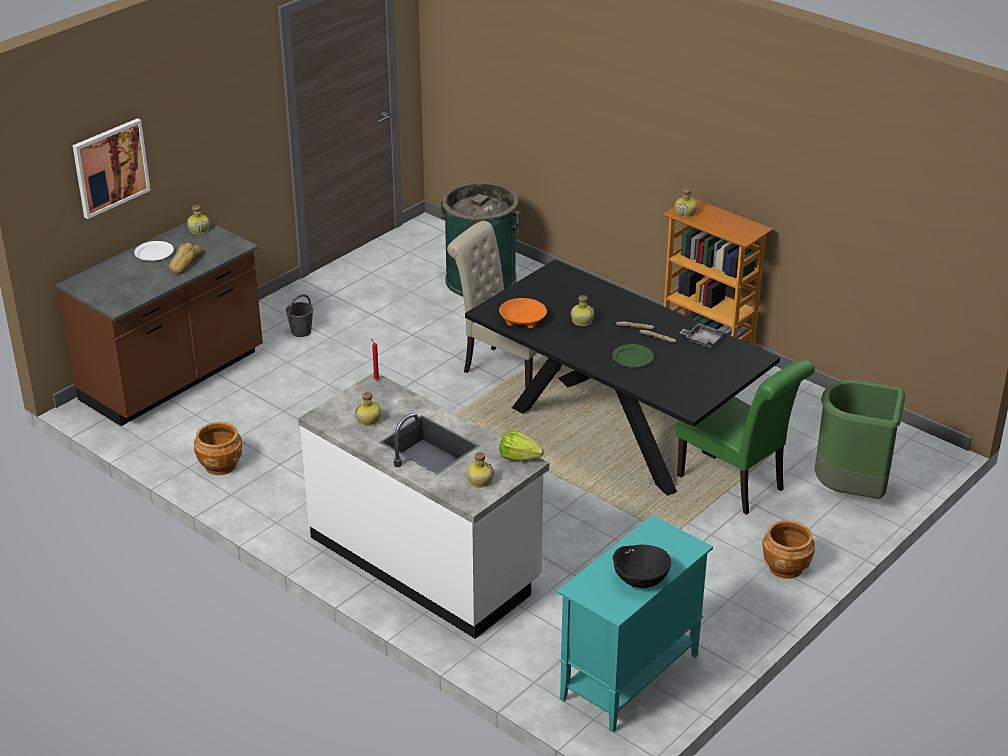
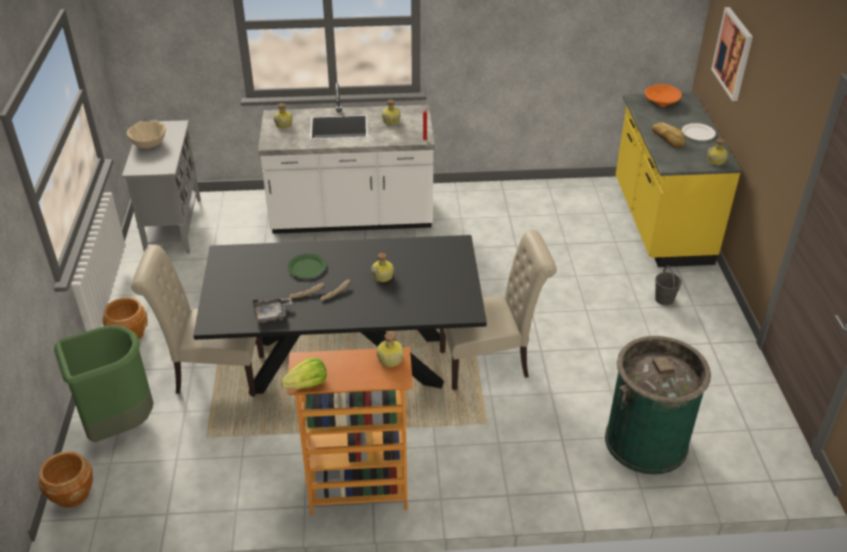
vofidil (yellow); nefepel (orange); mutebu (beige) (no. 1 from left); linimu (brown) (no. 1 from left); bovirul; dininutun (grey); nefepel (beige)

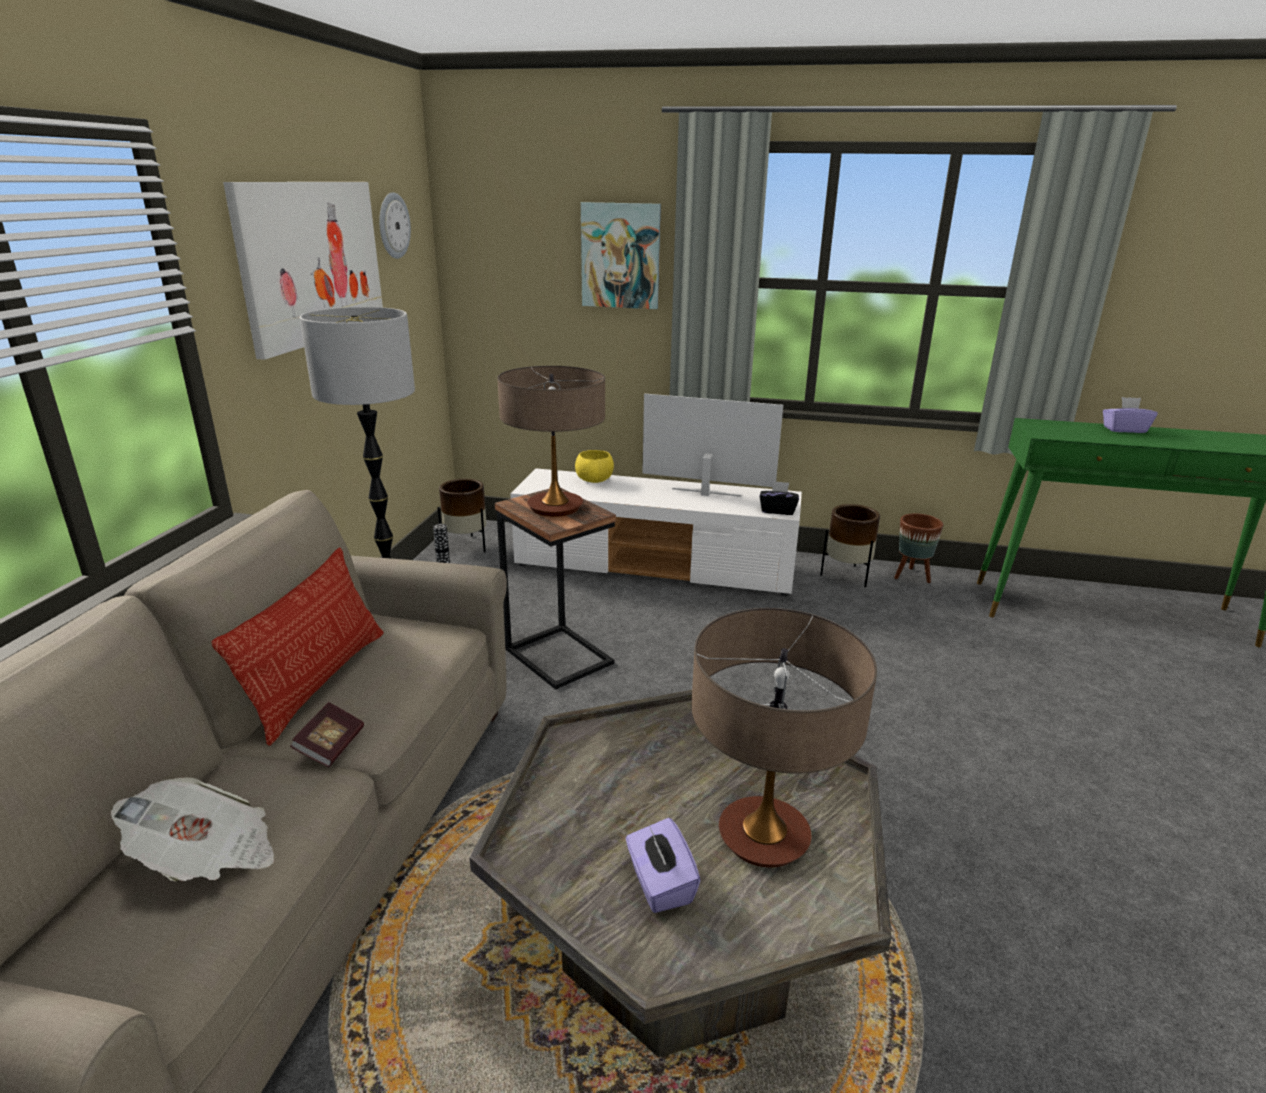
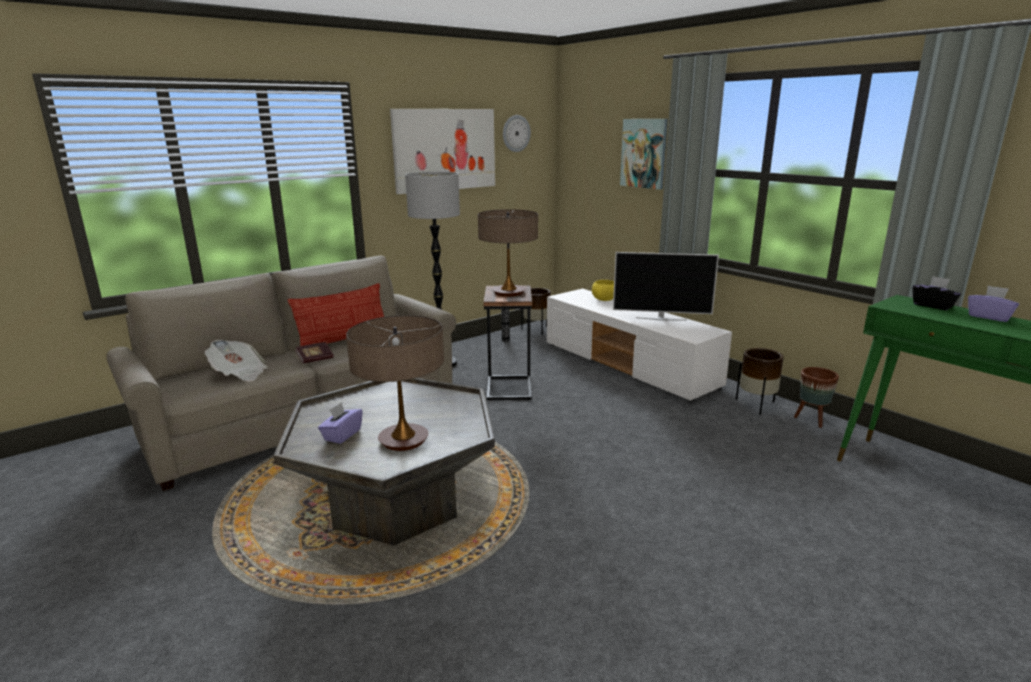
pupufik; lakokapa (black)

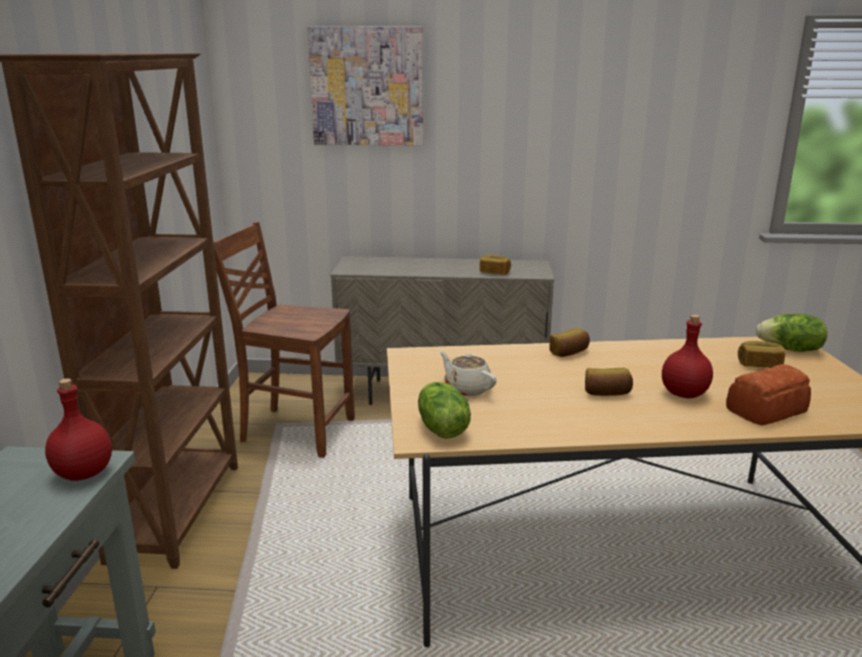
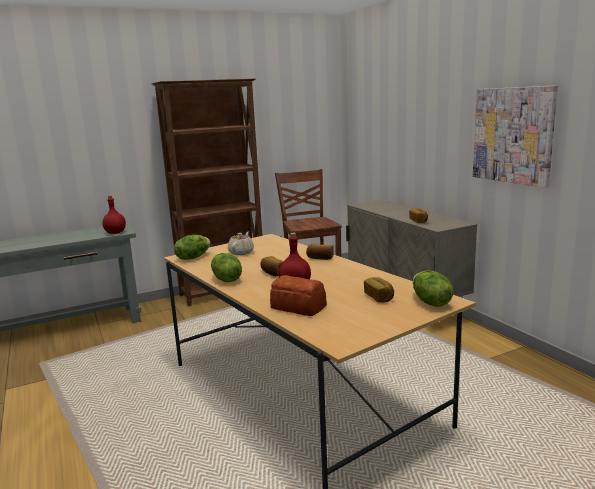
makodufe; bovirul (no. 2 from left)

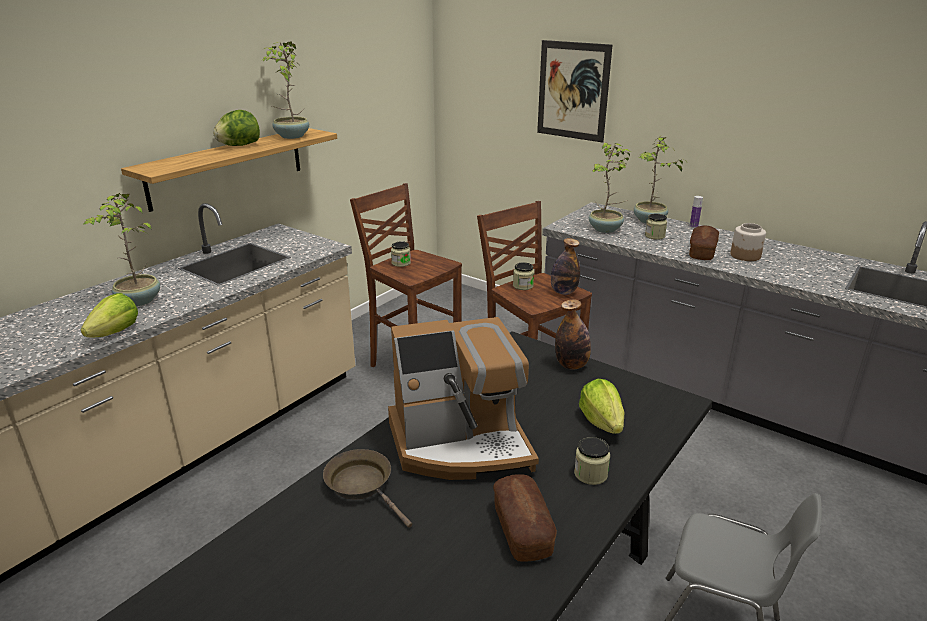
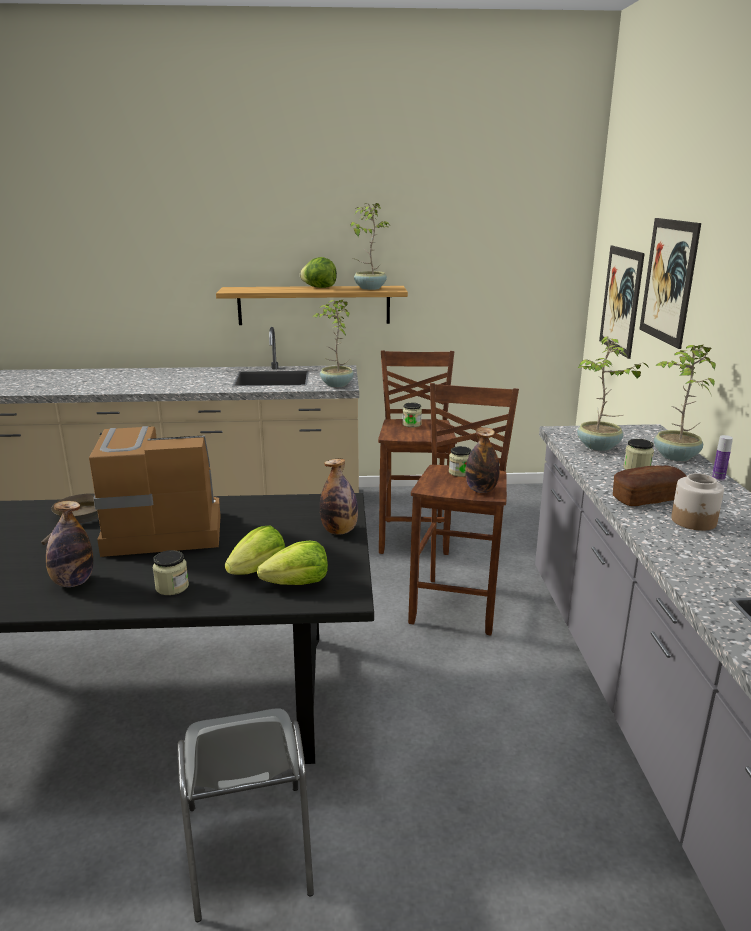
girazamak (no. 1 from left); bovirul (no. 2 from left); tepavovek; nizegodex (no. 1 from left); makodufe (no. 1 from left)

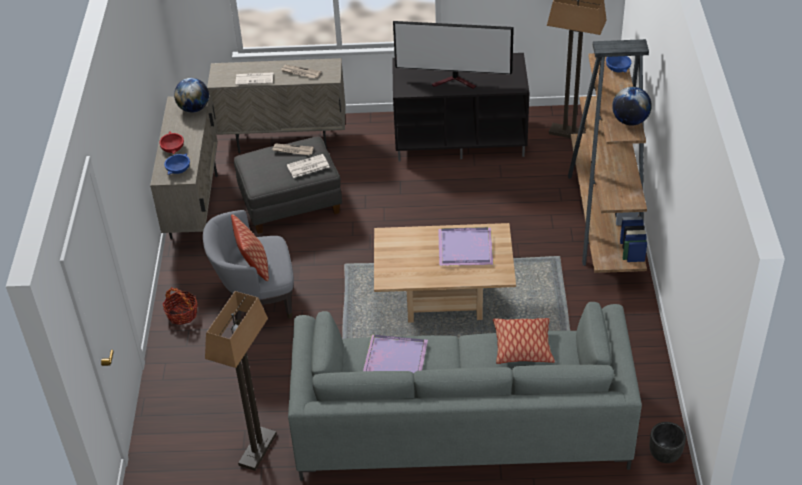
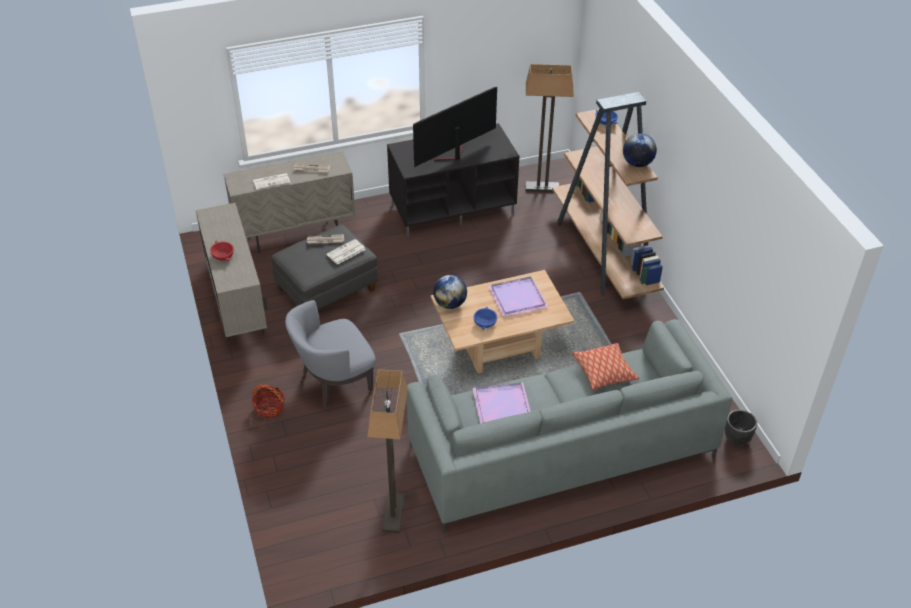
pupufik; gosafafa (no. 1 from left); nefepel (blue) (no. 1 from left); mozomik (no. 1 from left in the first image)

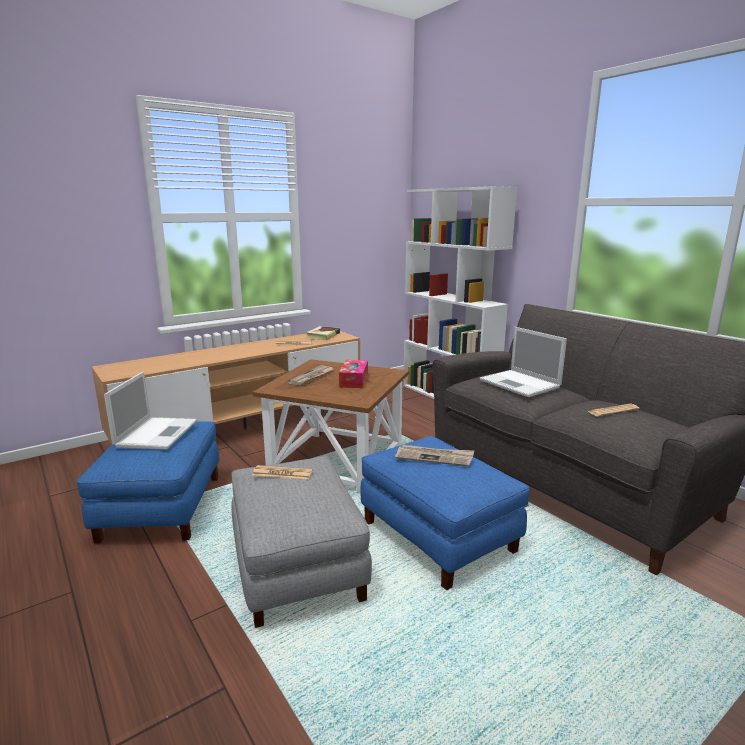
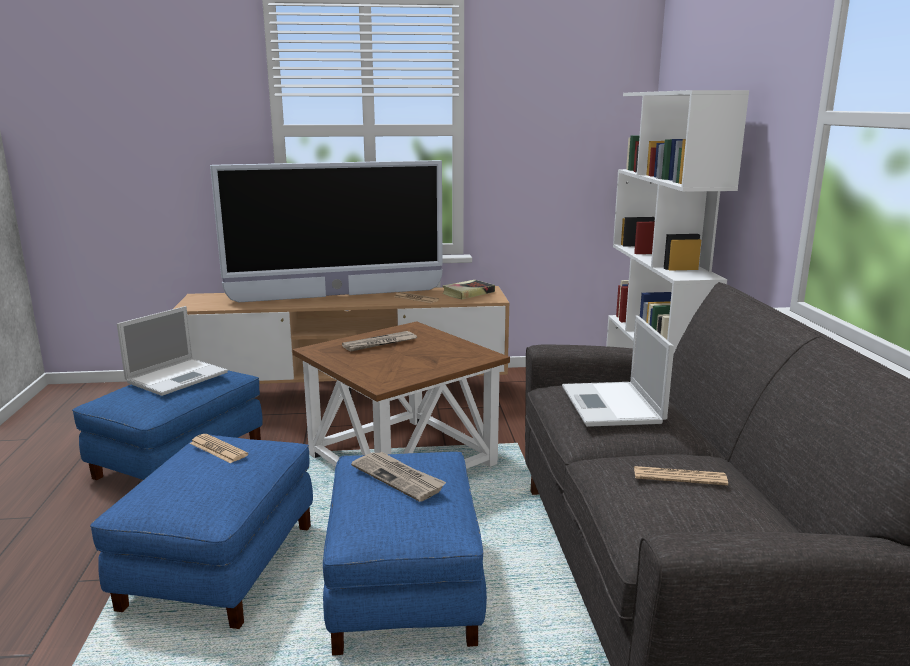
lakokapa; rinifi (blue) (no. 2 from left); pupufik

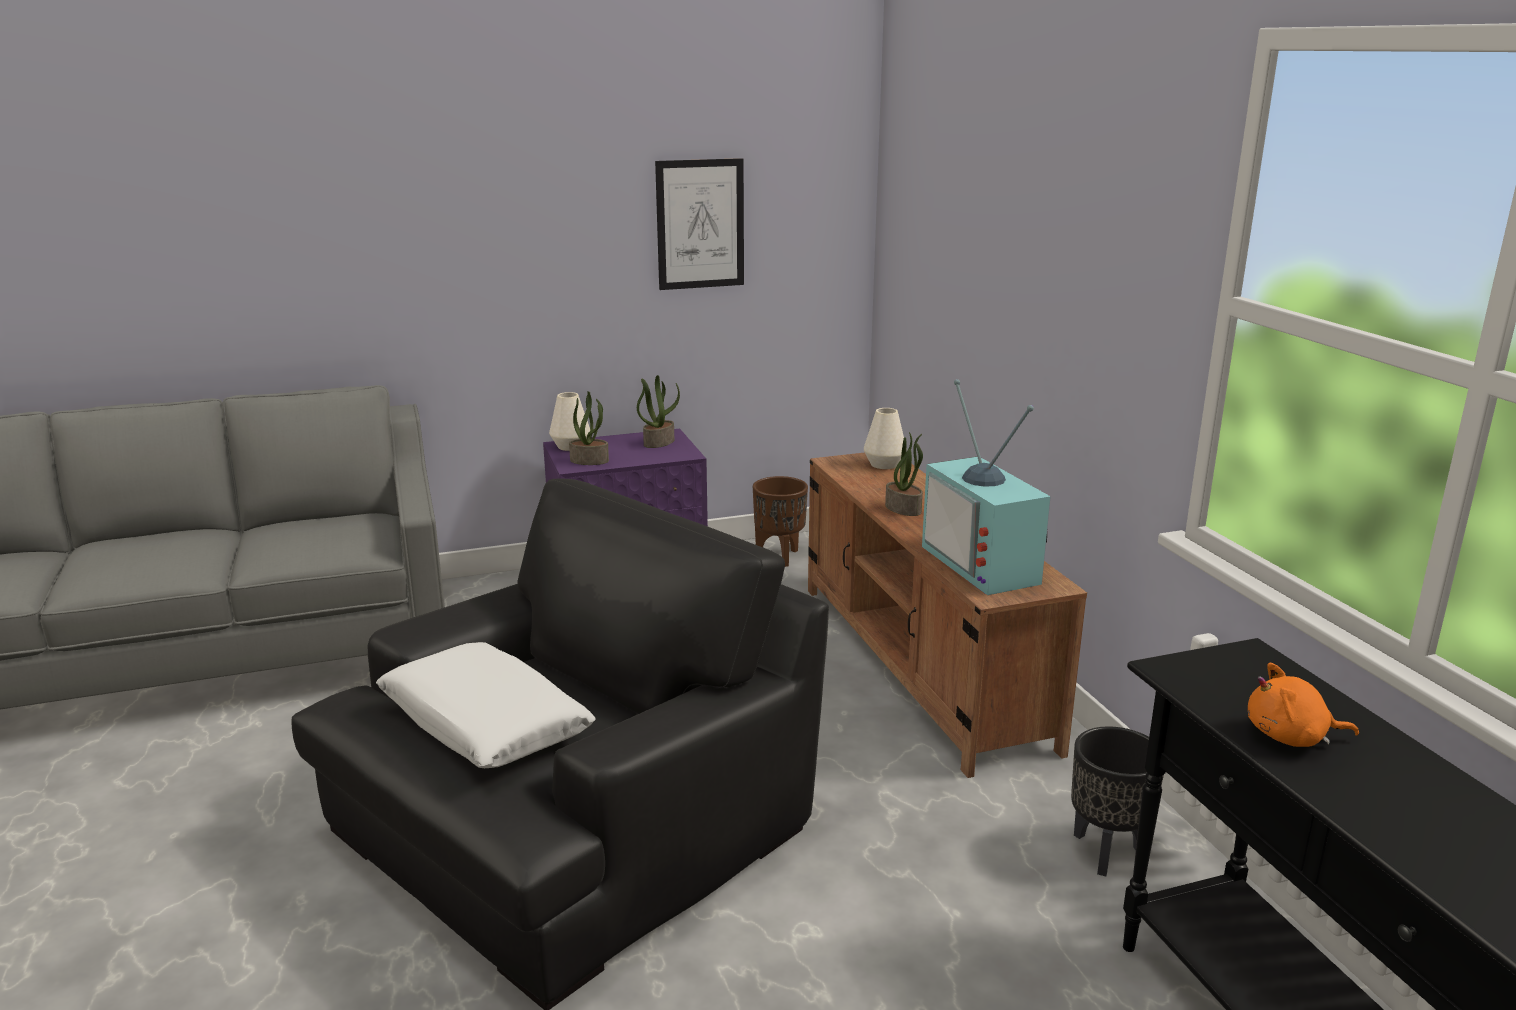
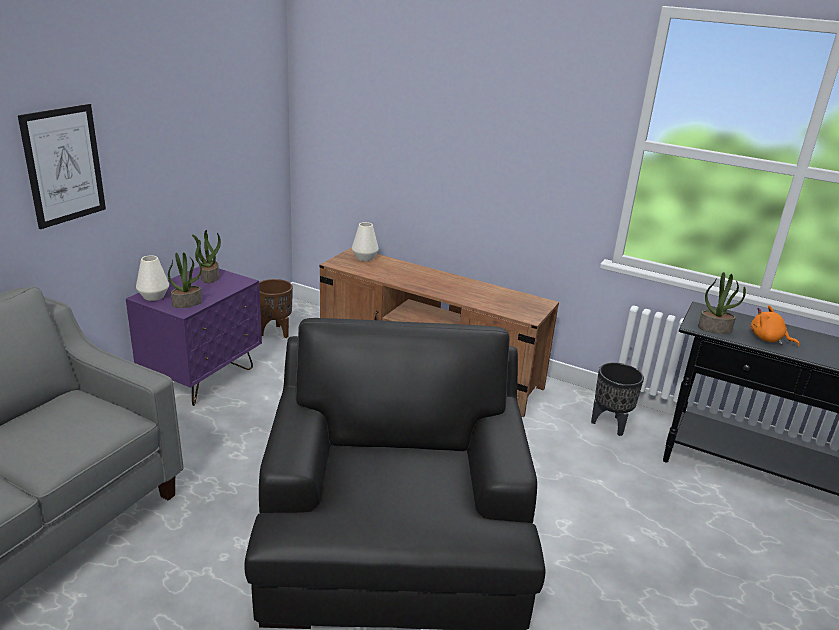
makodufe; pupufik; girazamak (no. 3 from left); mozomik (white); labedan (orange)

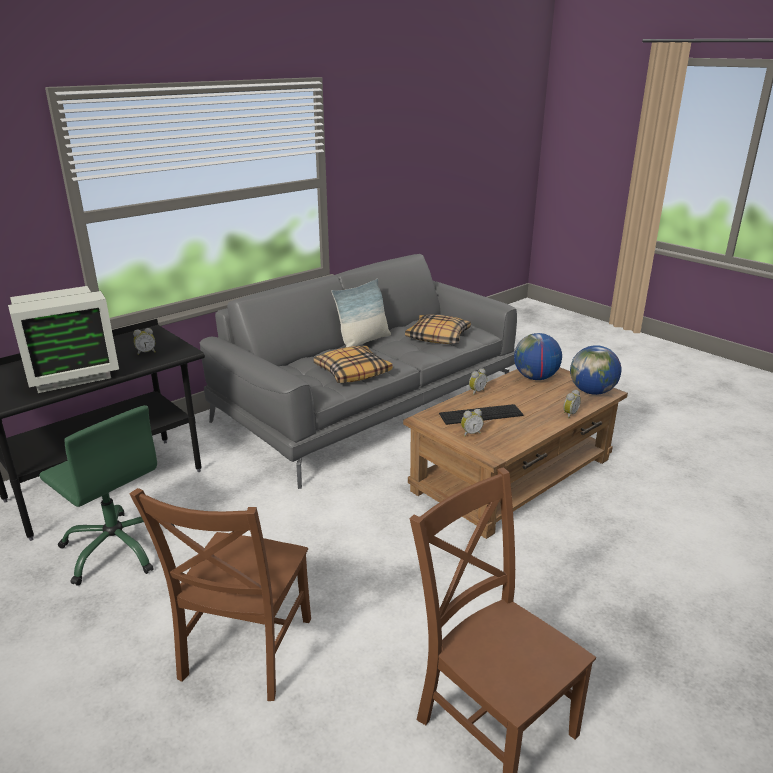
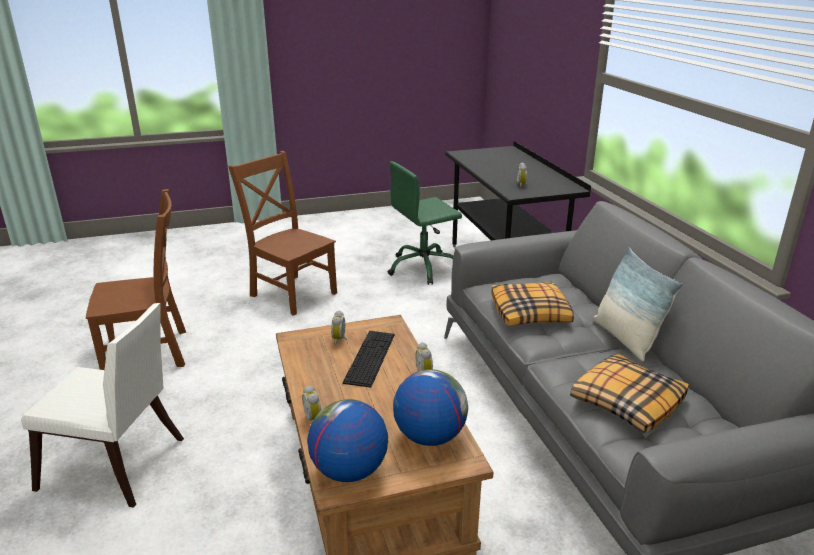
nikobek; mutebu (white)

